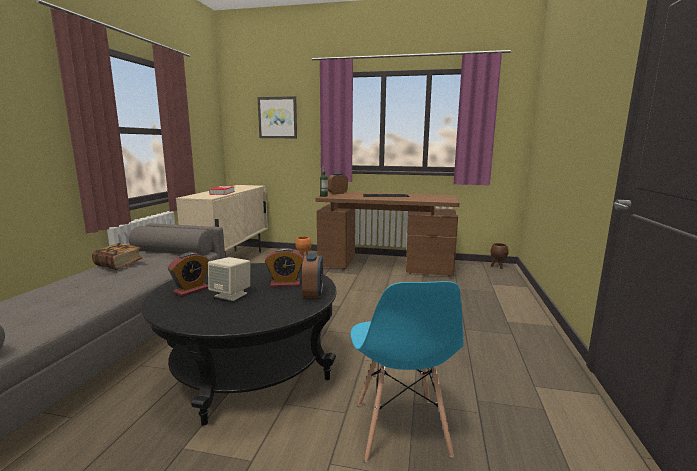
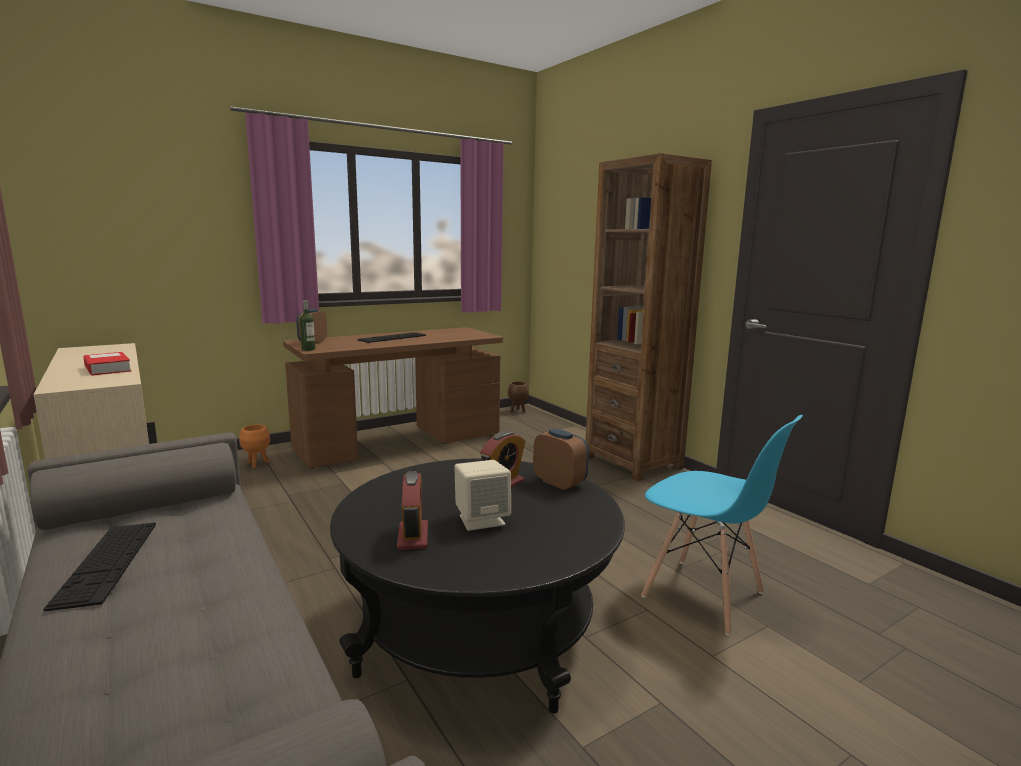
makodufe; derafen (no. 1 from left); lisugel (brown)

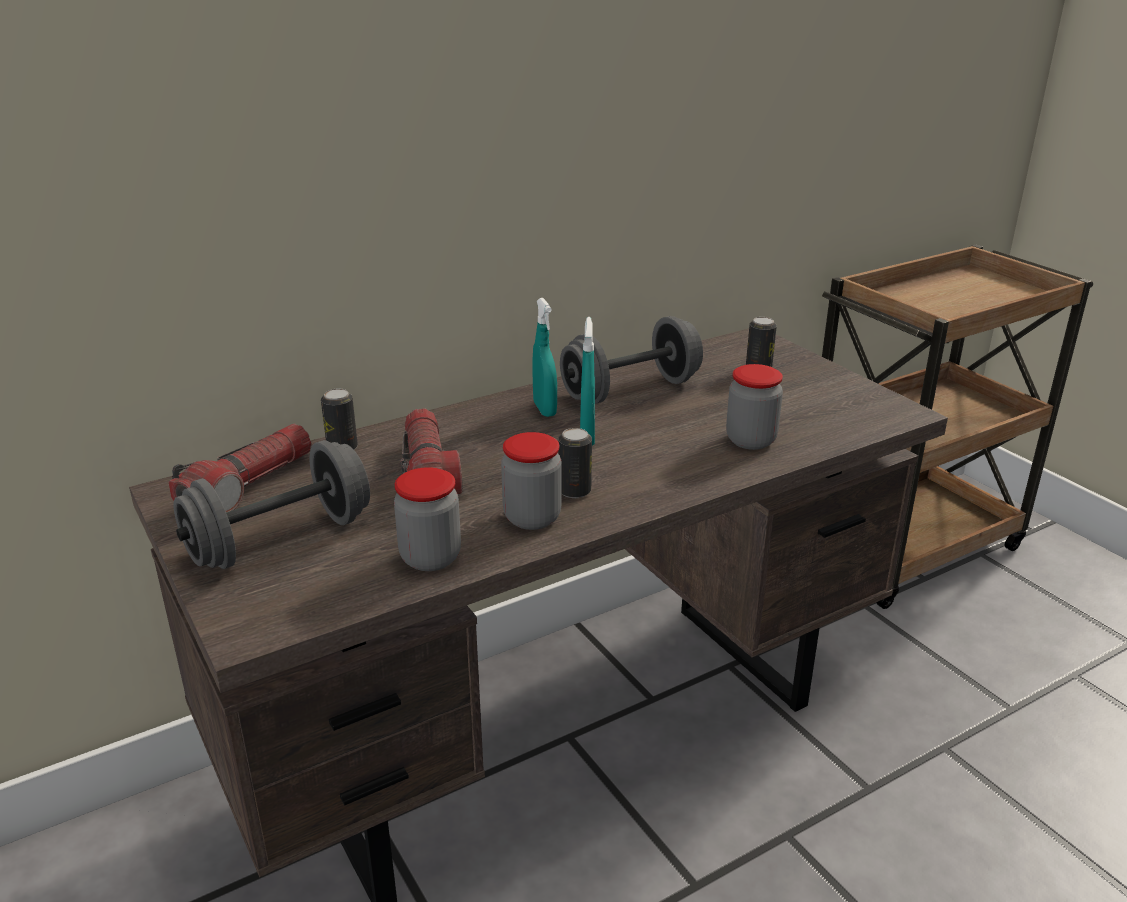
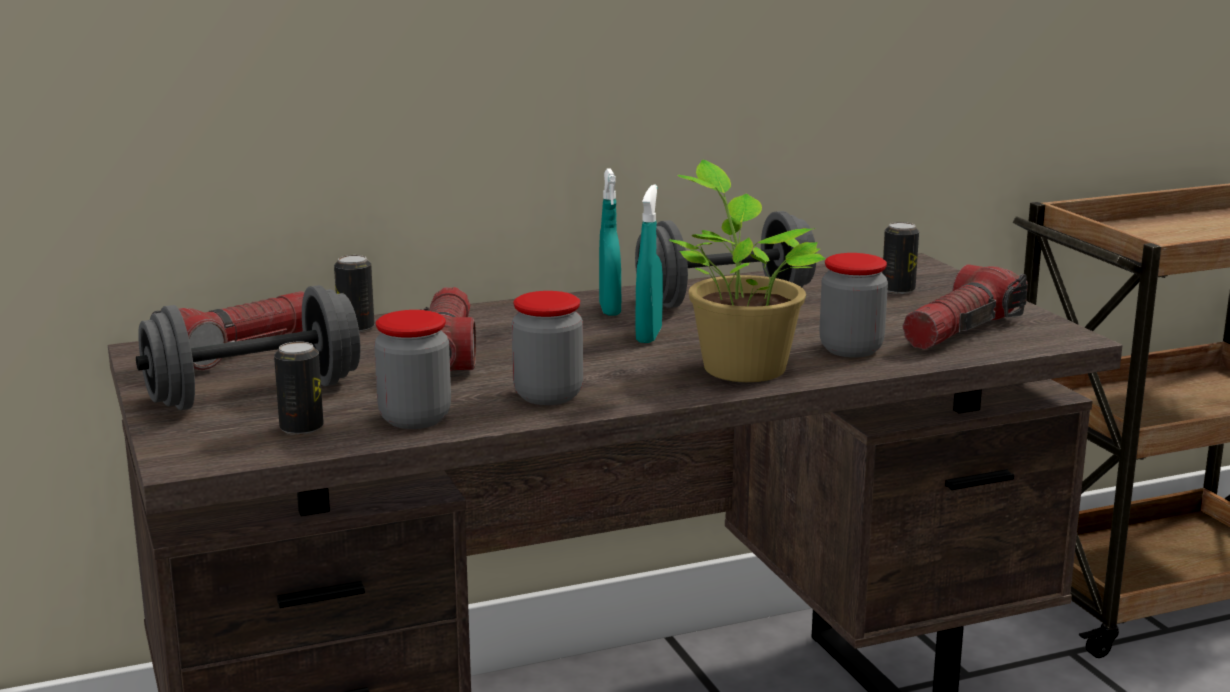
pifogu (no. 1 from left); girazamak; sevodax (no. 3 from left)

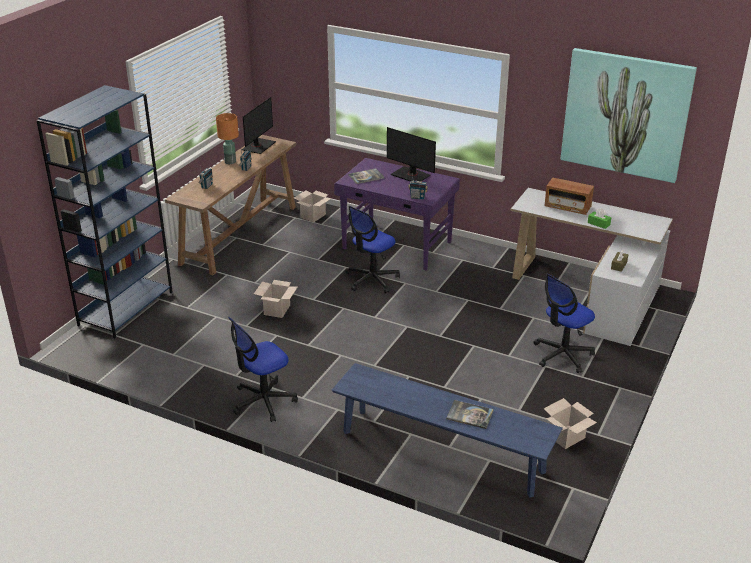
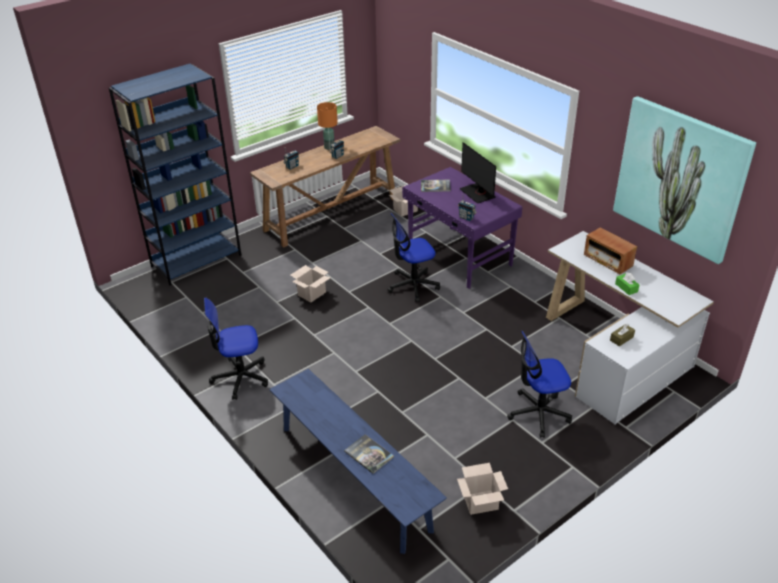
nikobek (no. 1 from left in the first image)

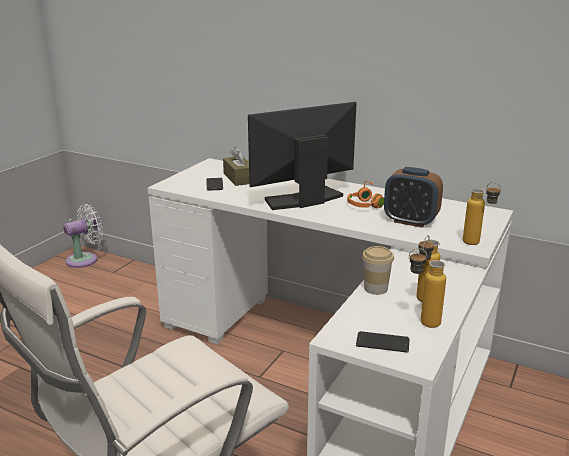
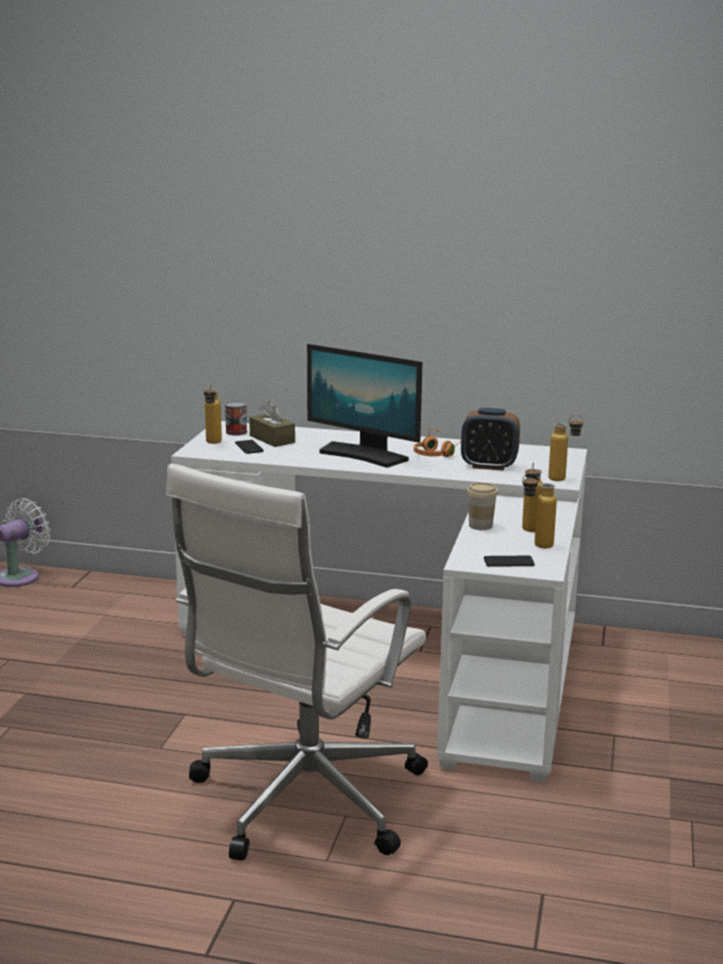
nikobek; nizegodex (no. 1 from left); pifogu

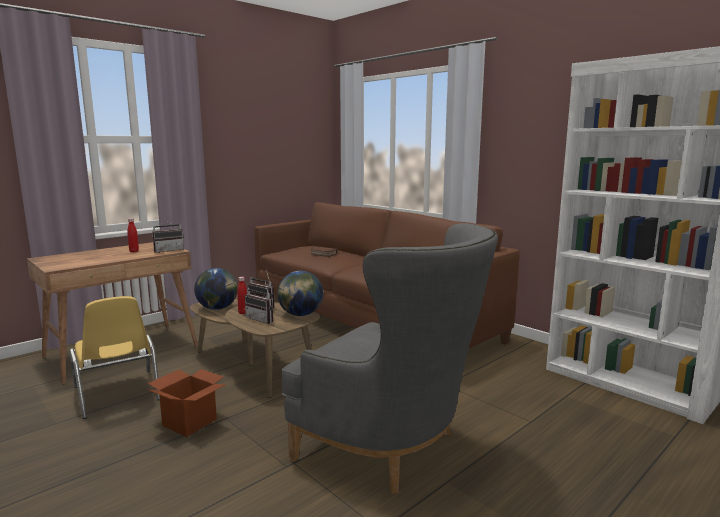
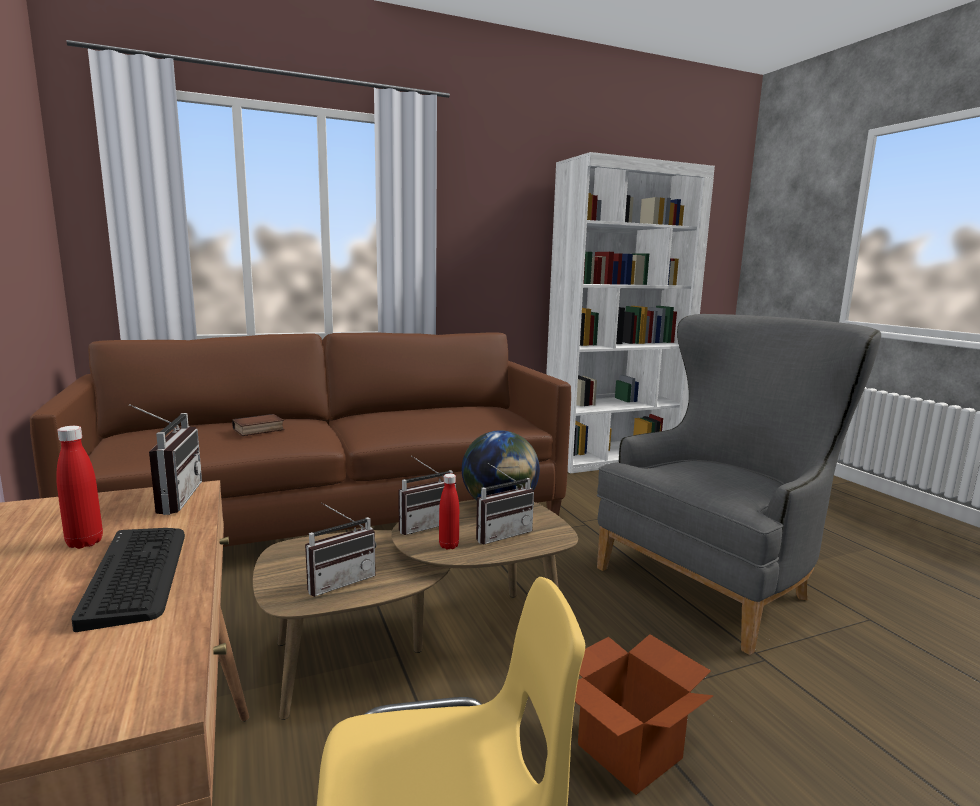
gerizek (no. 2 from left); derafen

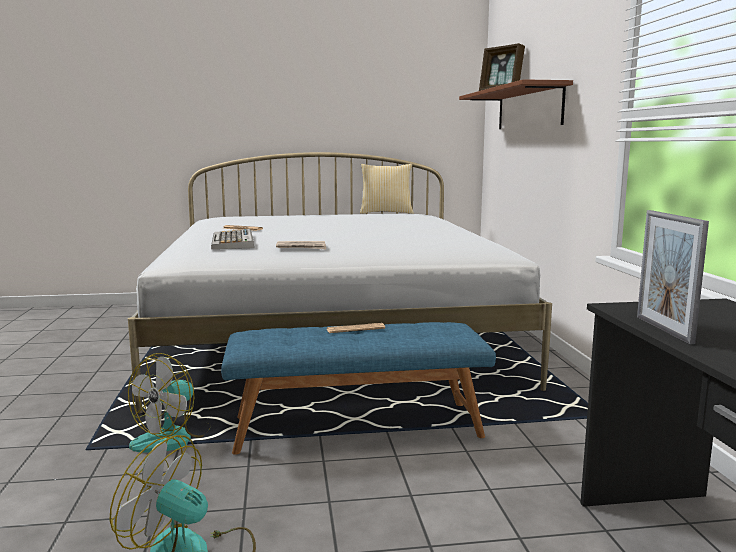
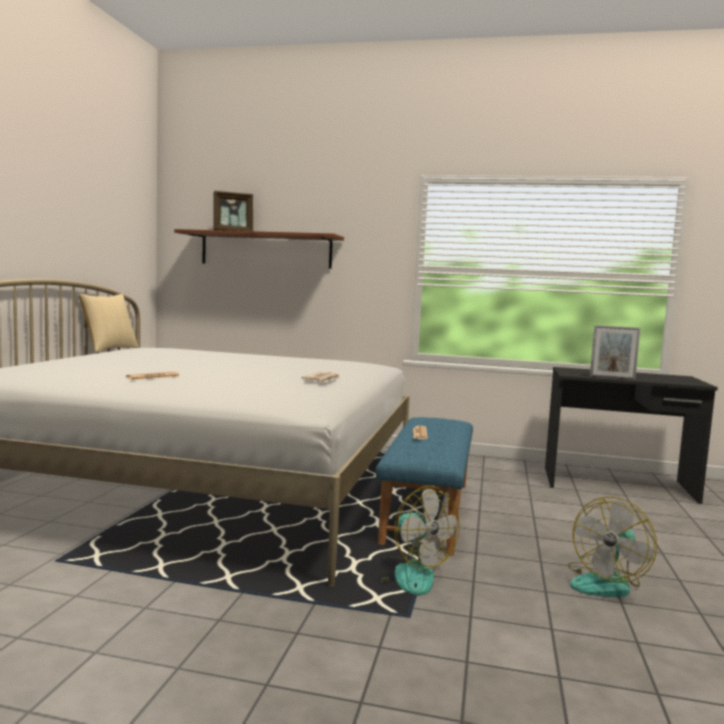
derafen

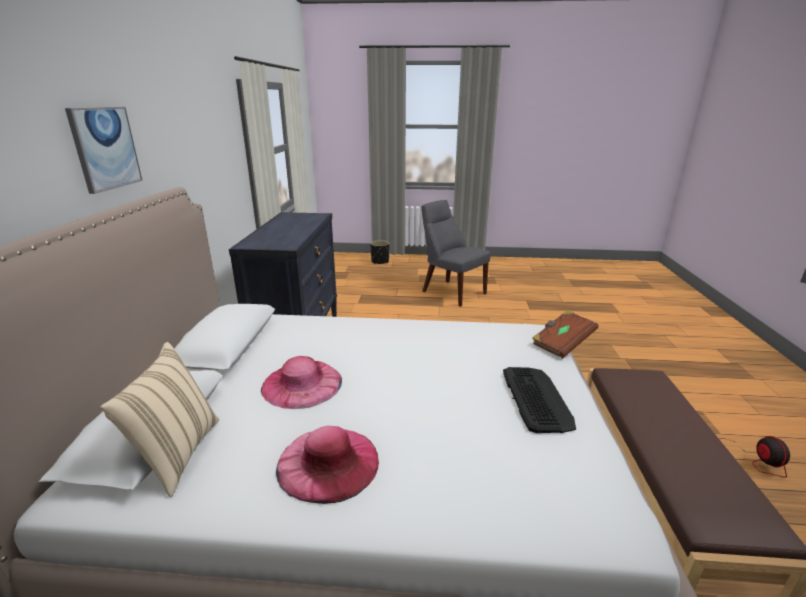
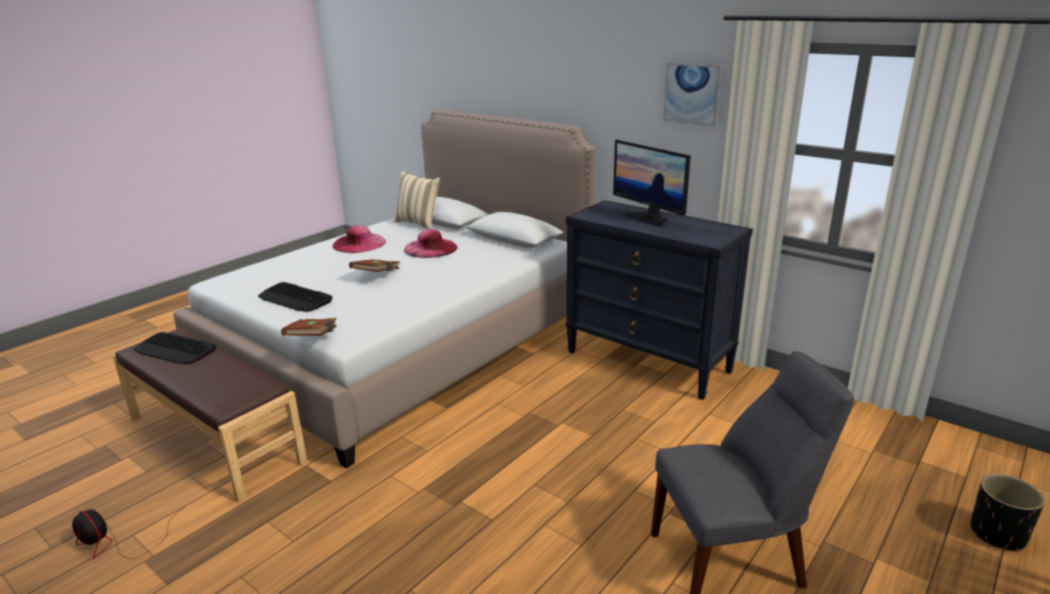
makodufe; nikobek; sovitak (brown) (no. 2 from left); derafen (no. 1 from left)

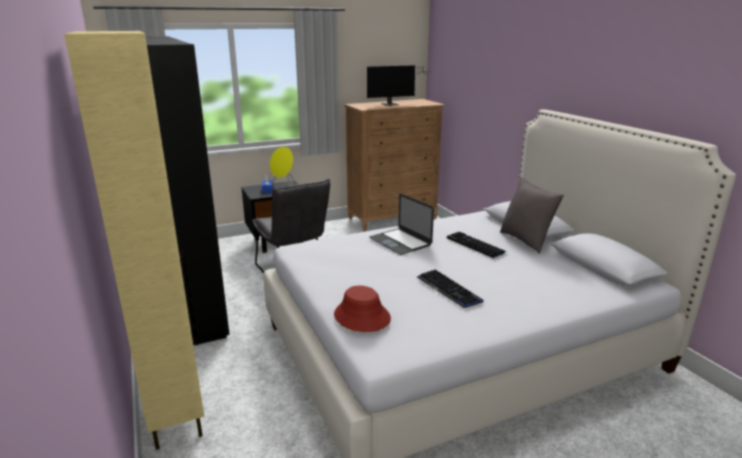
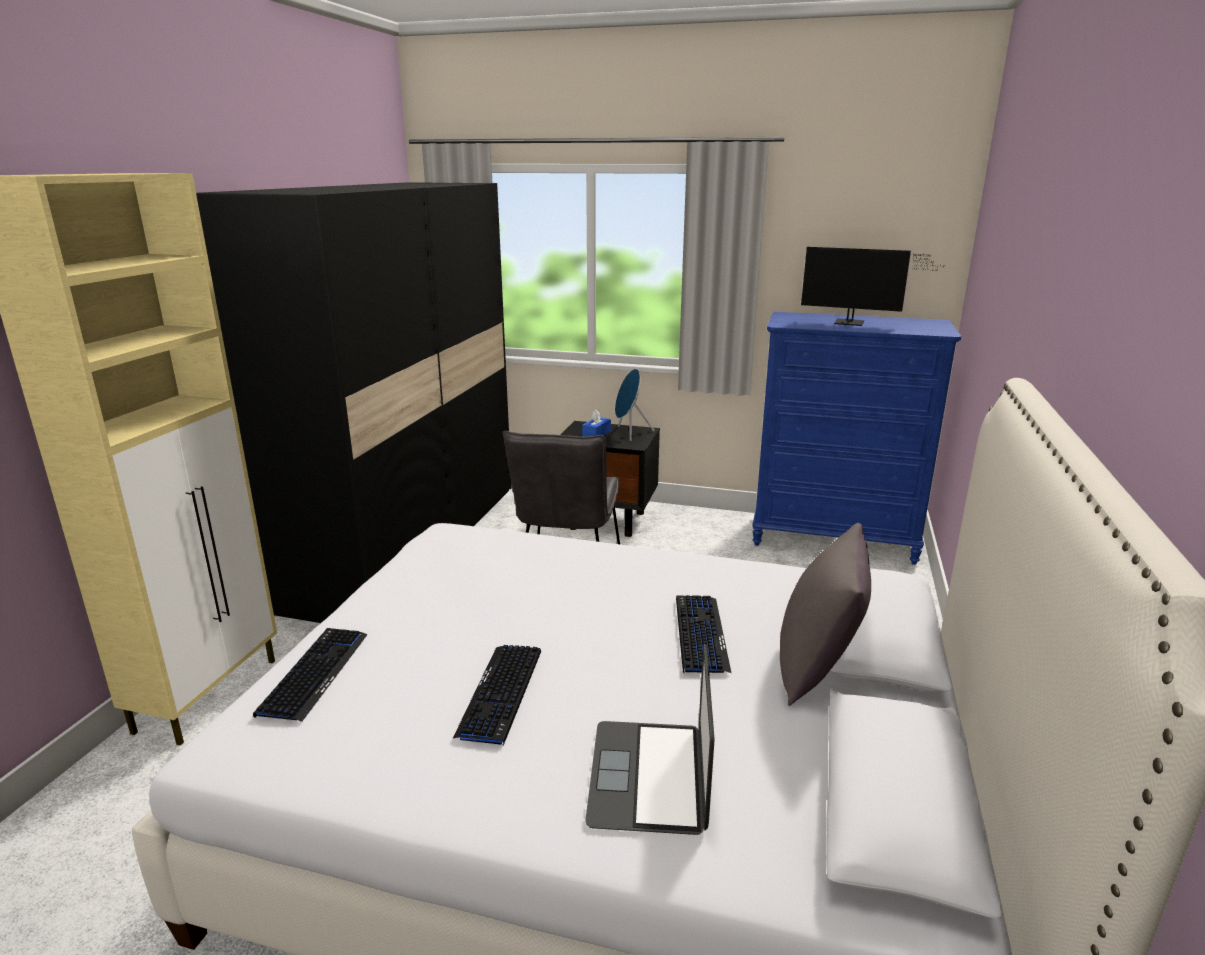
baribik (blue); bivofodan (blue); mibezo; derafen (no. 1 from left)

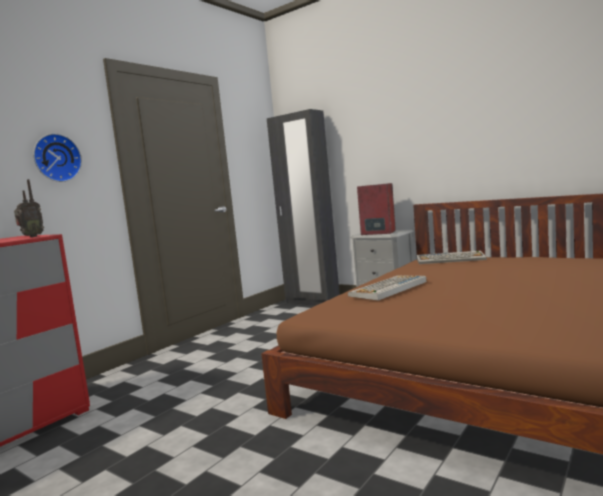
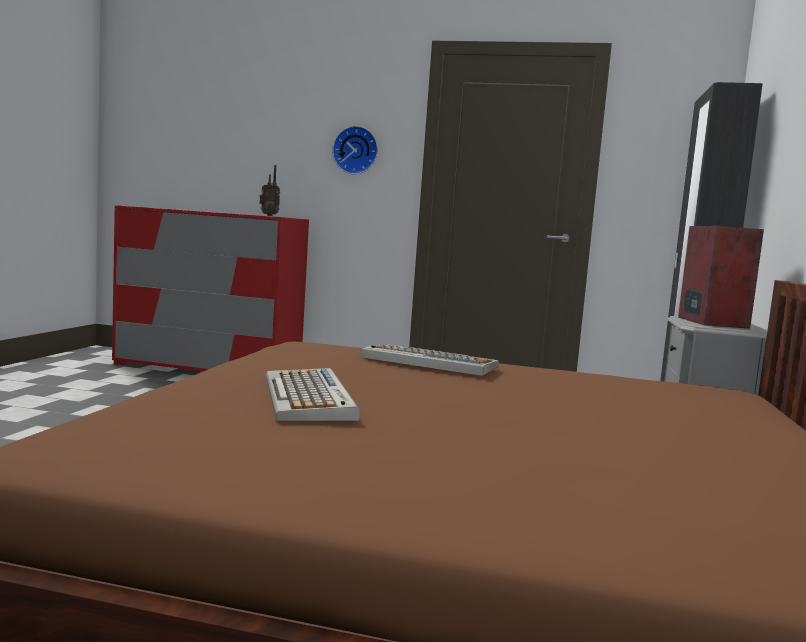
derafen (no. 1 from left)

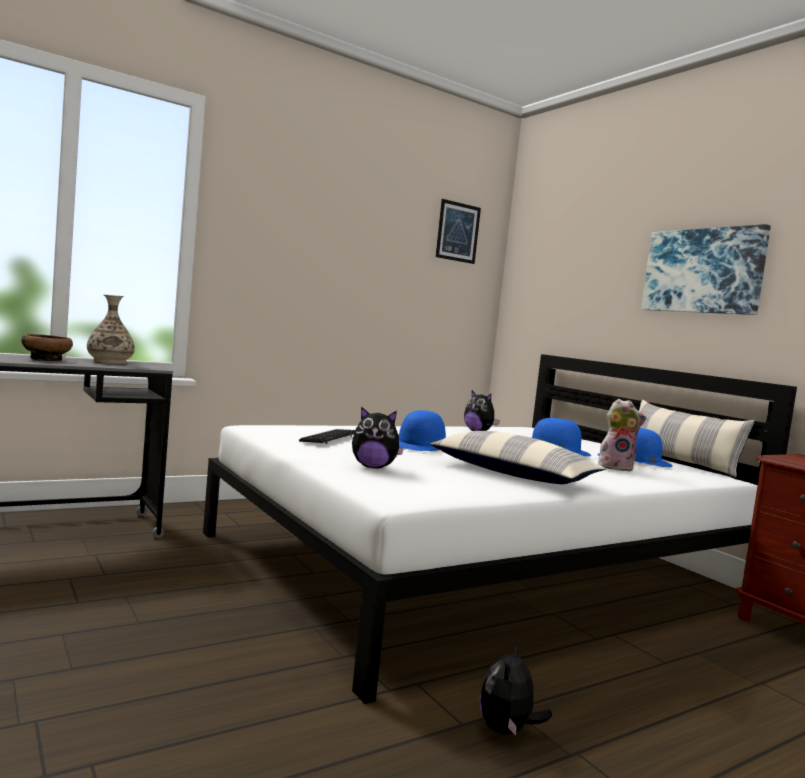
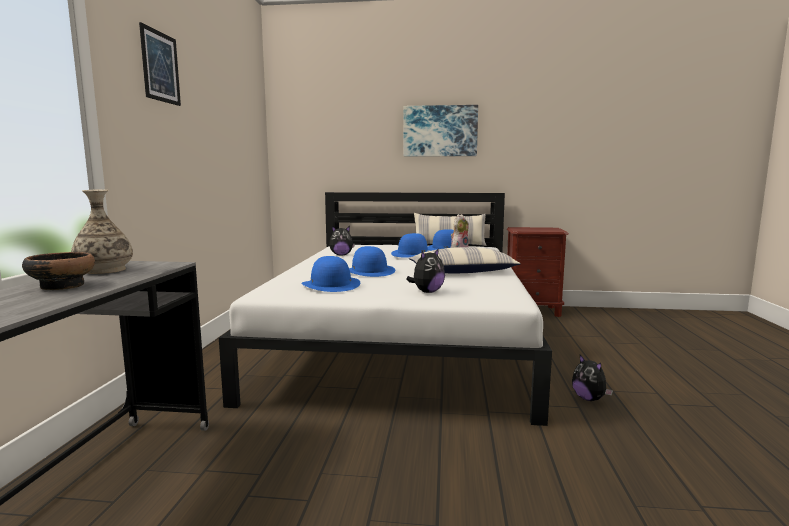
makodufe (no. 1 from left); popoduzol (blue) (no. 1 from left)

